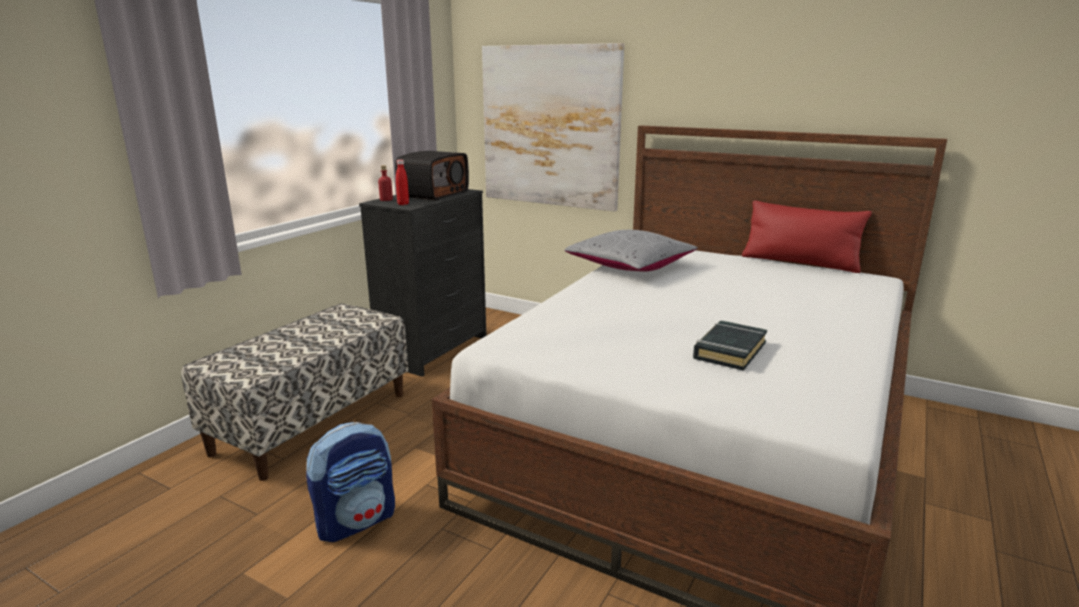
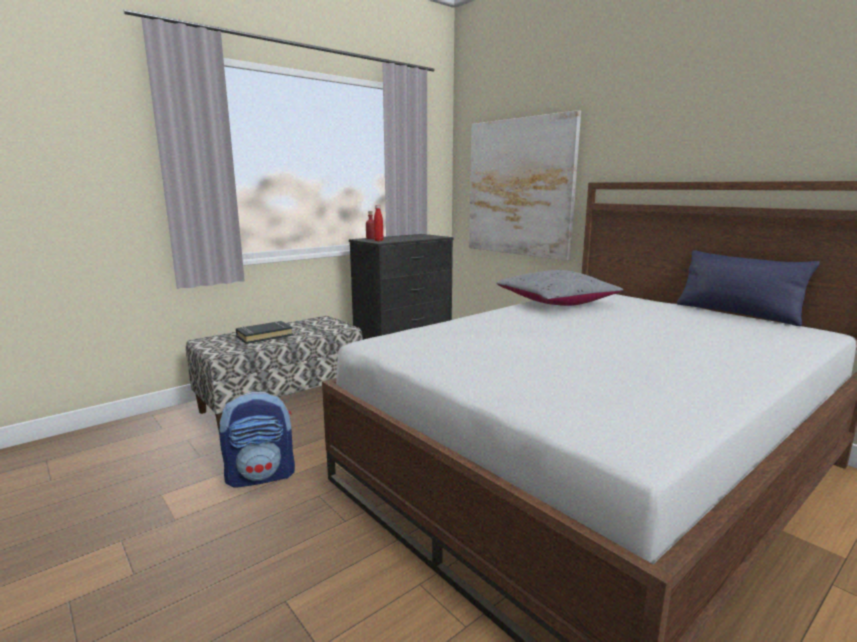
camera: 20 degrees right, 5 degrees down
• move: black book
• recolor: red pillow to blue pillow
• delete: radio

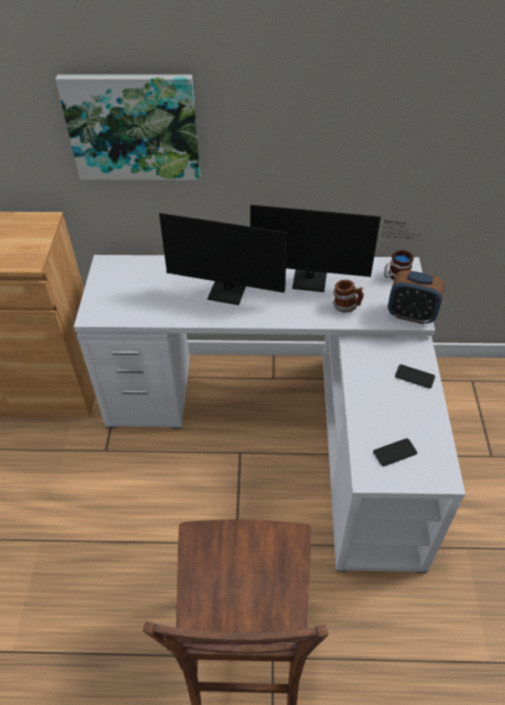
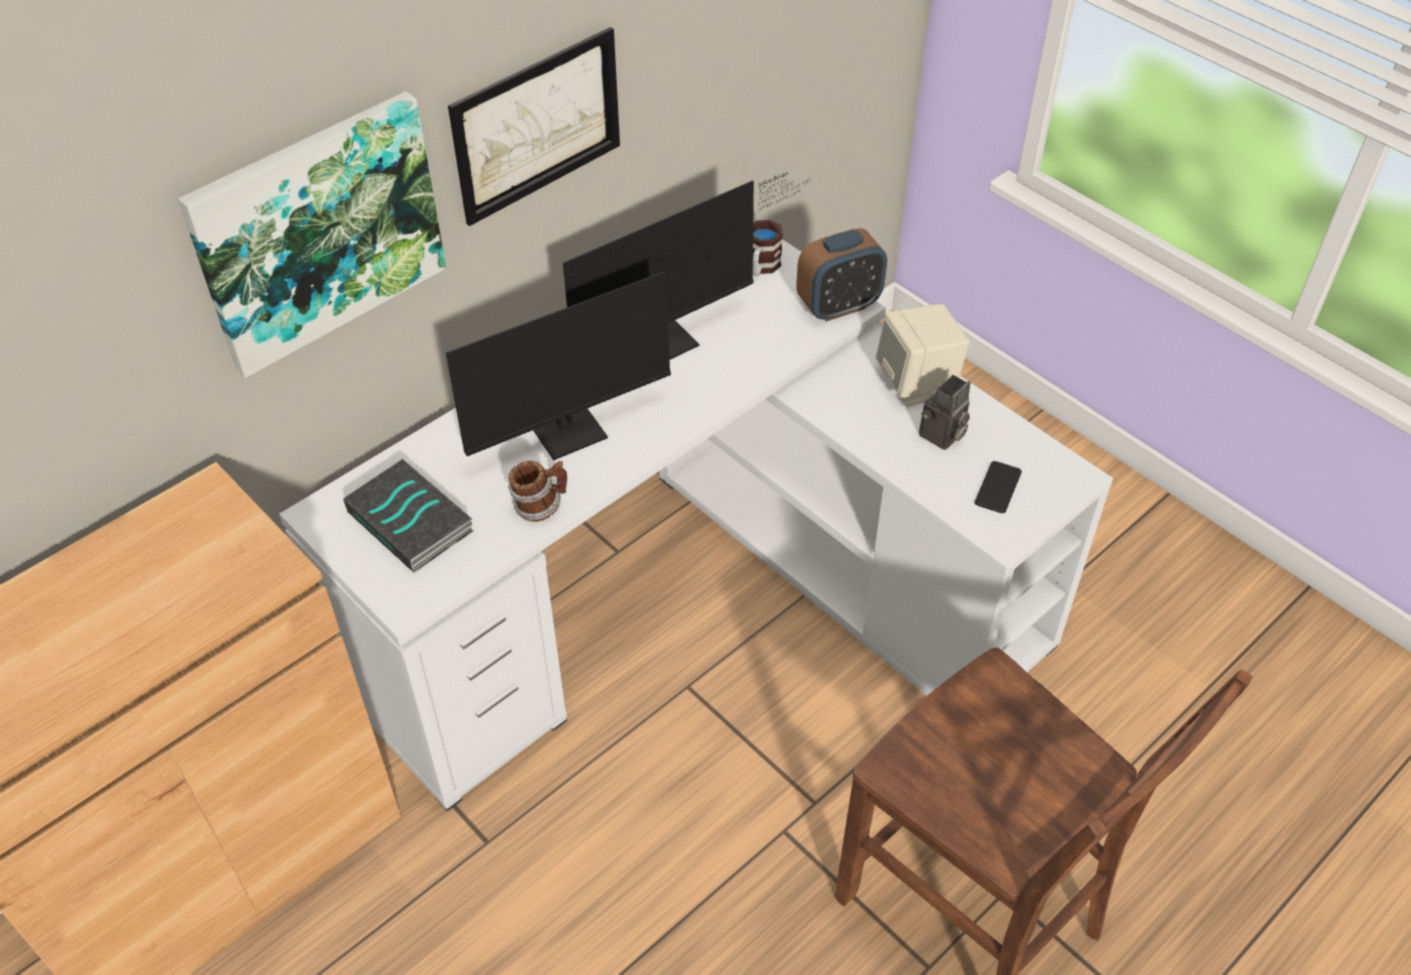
camera: 45 degrees left, 0 degrees up
• insert: book
• insert: picture (2nd from left)
• move: mug (1st from left)
• replace: phone (2nd from left) to beige speaker
• insert: photo camera

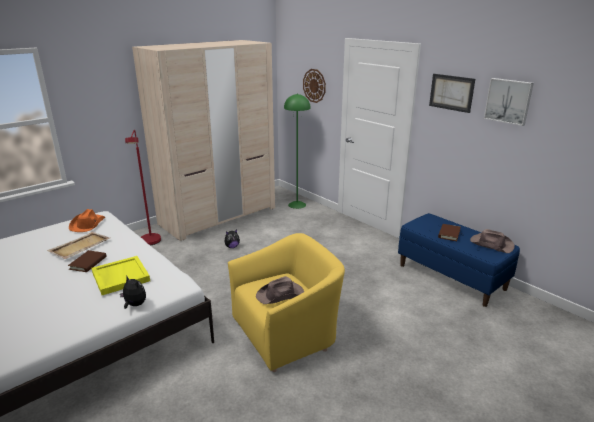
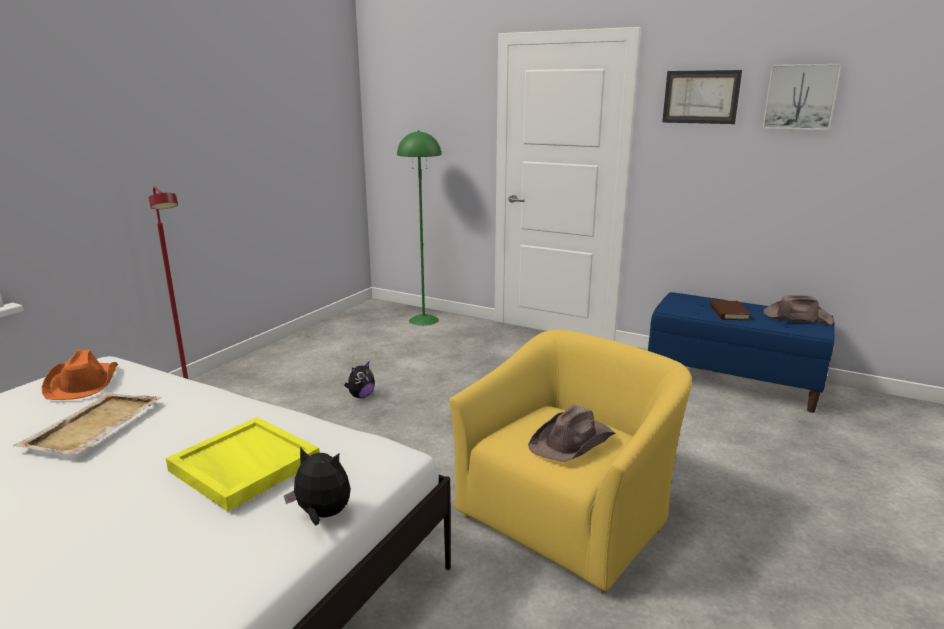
camera: 20 degrees left, 5 degrees down
• delete: brown book (1st from left)
• delete: beige wardrobe
• delete: wall clock

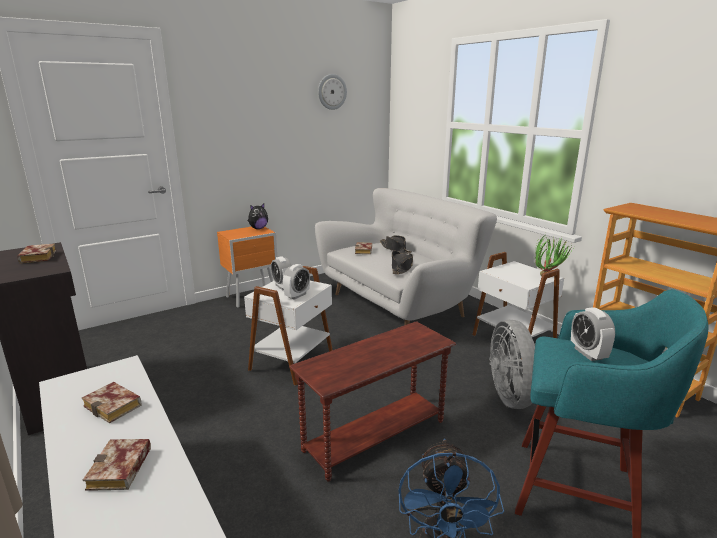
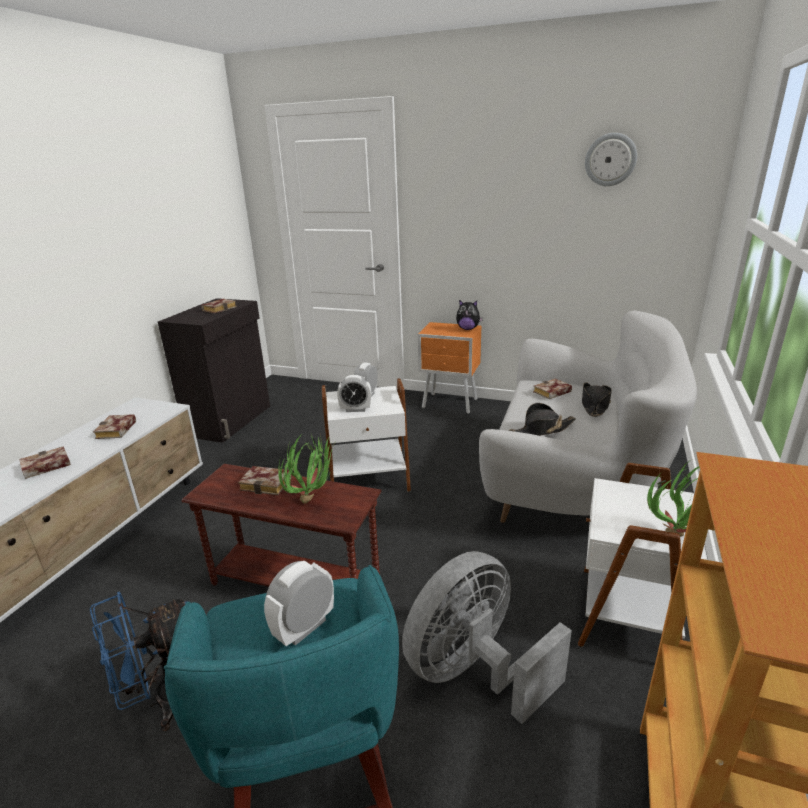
camera: 55 degrees right, 5 degrees up
• insert: book (4th from left)
• insert: potted plant (1st from left)

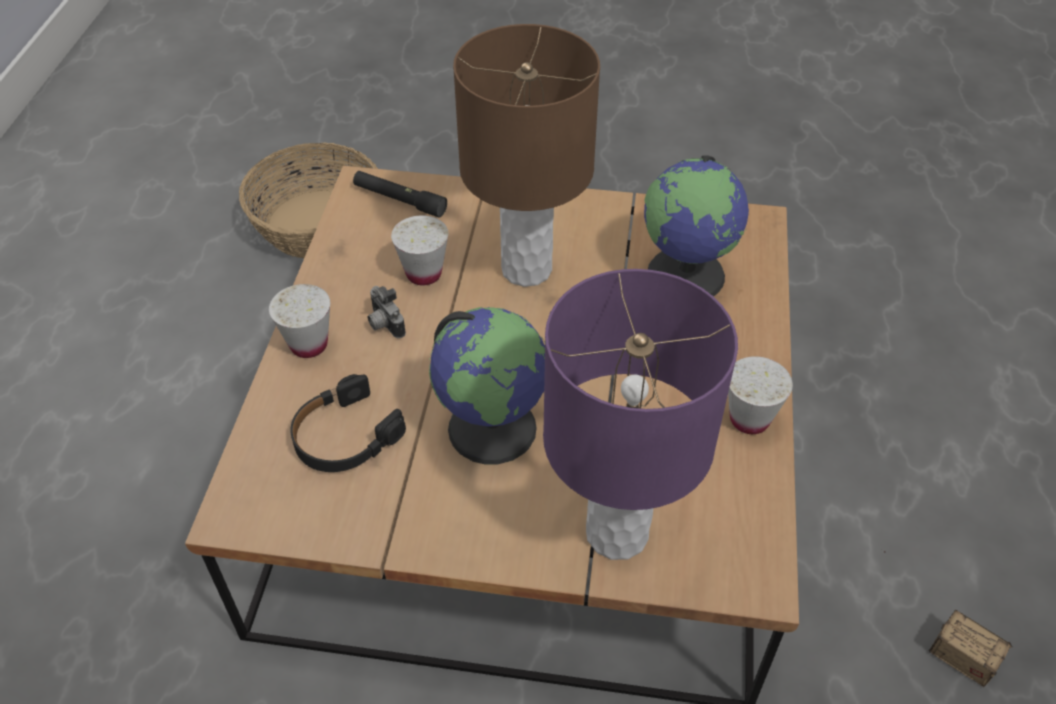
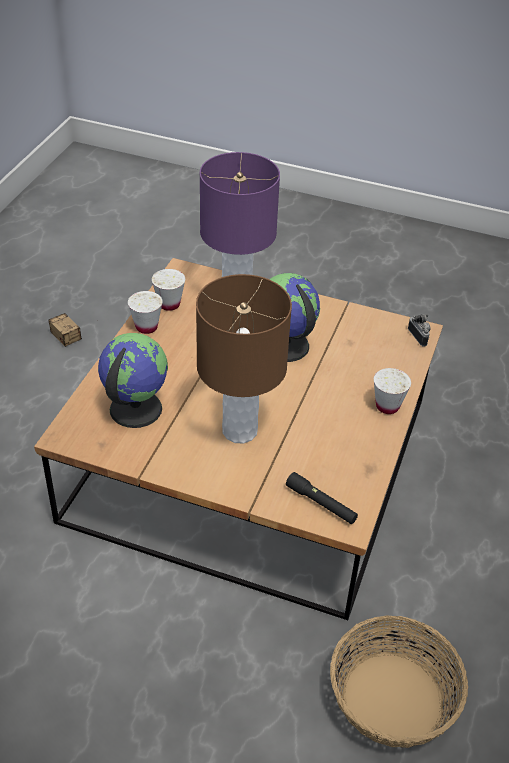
camera: 170 degrees left, 5 degrees down
• move: white cup (2nd from left)
• move: photo camera
• delete: black headphones

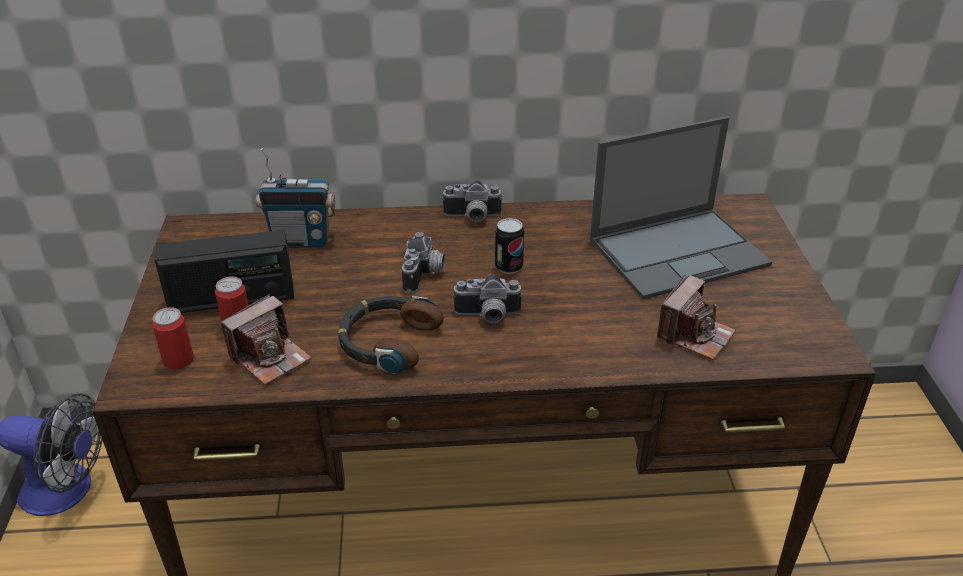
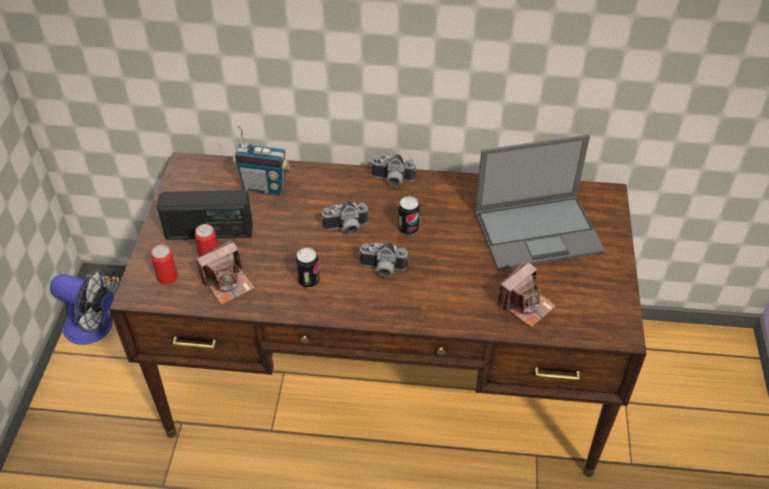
camera: 10 degrees right, 10 degrees up
• replace: headphones to can (3rd from left)
• rotate: photo camera (2nd from left) 60 degrees clockwise

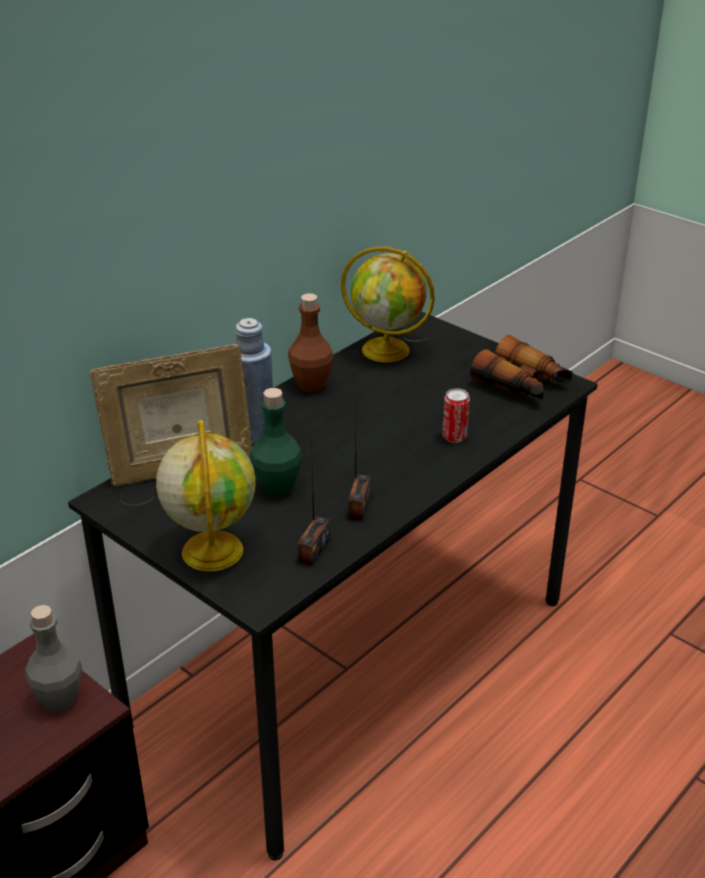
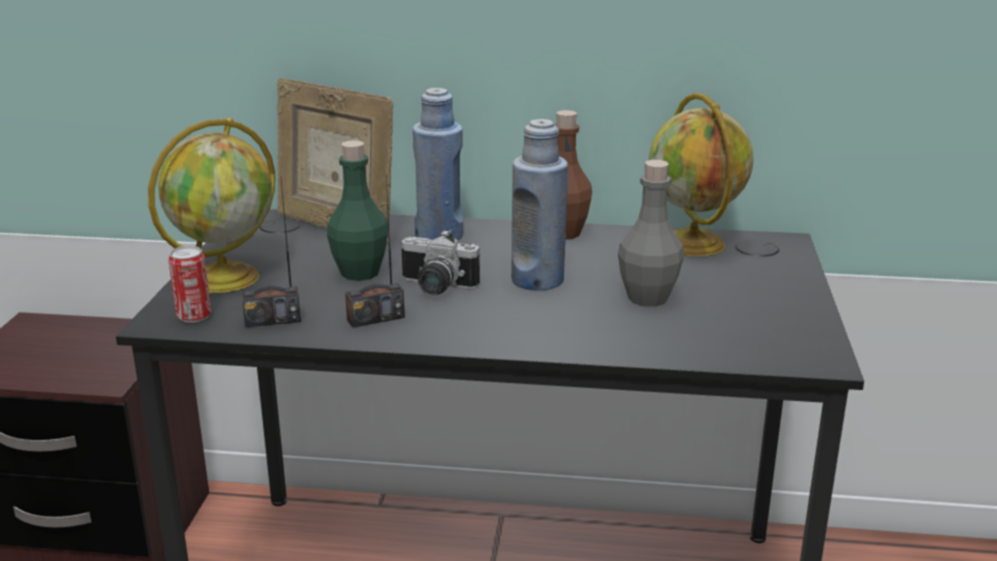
camera: 55 degrees right, 10 degrees down
• move: can
• insert: photo camera
• insert: blue bottle (2nd from left)
• move: grey bottle
• delete: binoculars

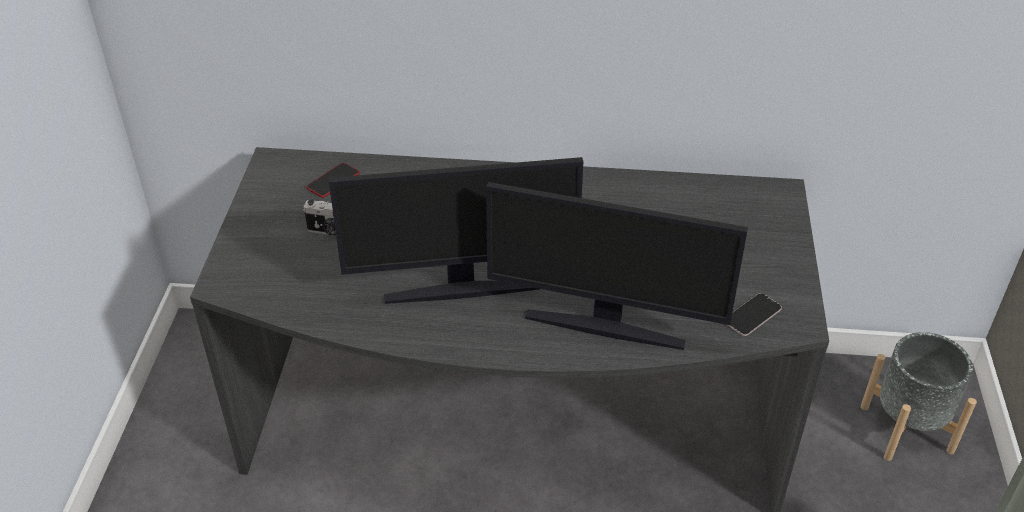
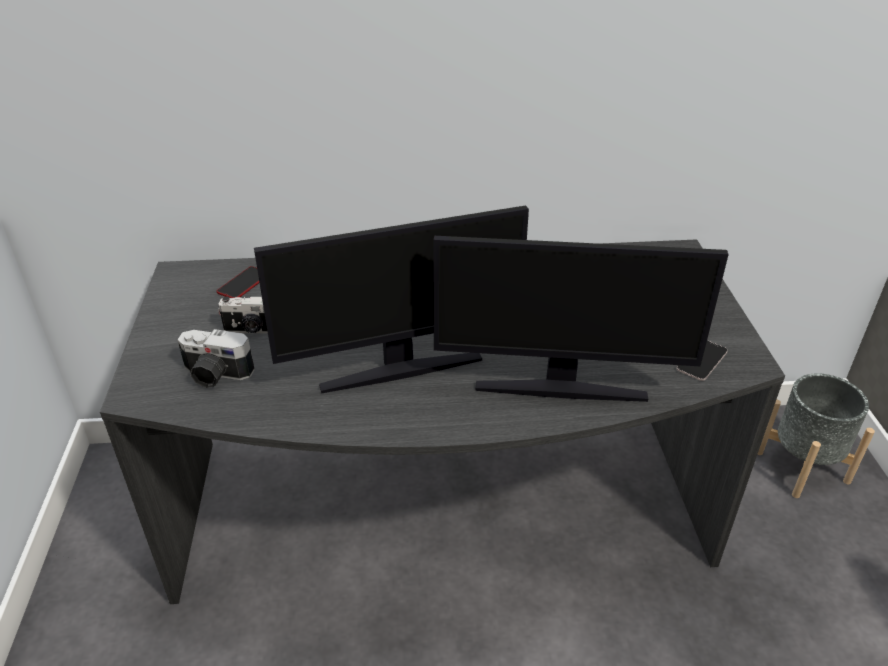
camera: 10 degrees left, 5 degrees down
• insert: photo camera (1st from left)

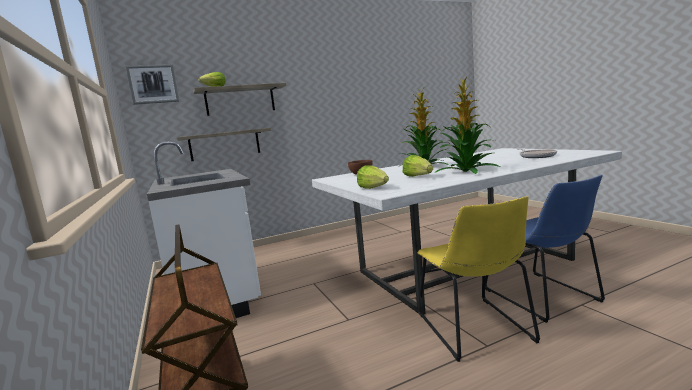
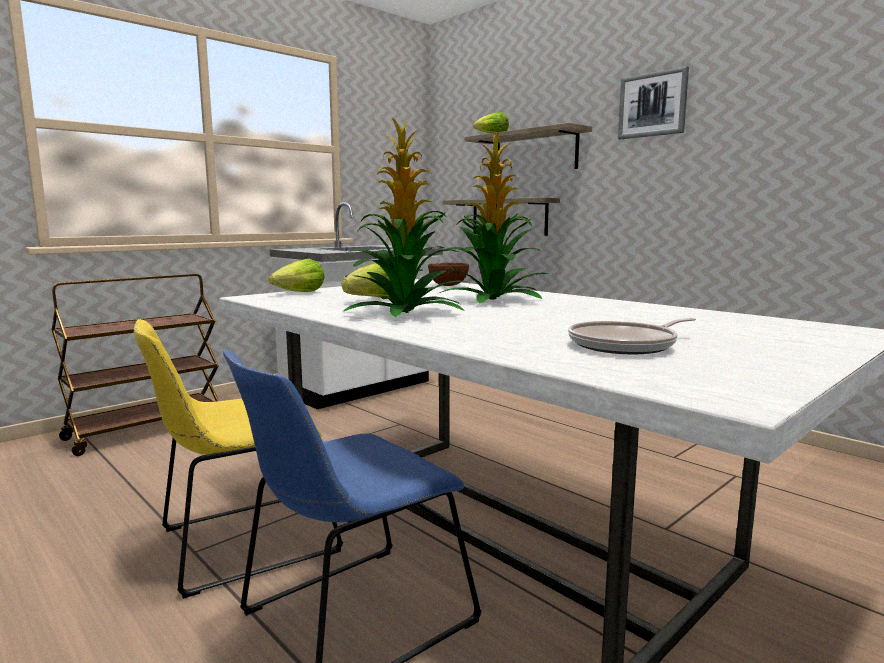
camera: 70 degrees right, 0 degrees up
• move: picture

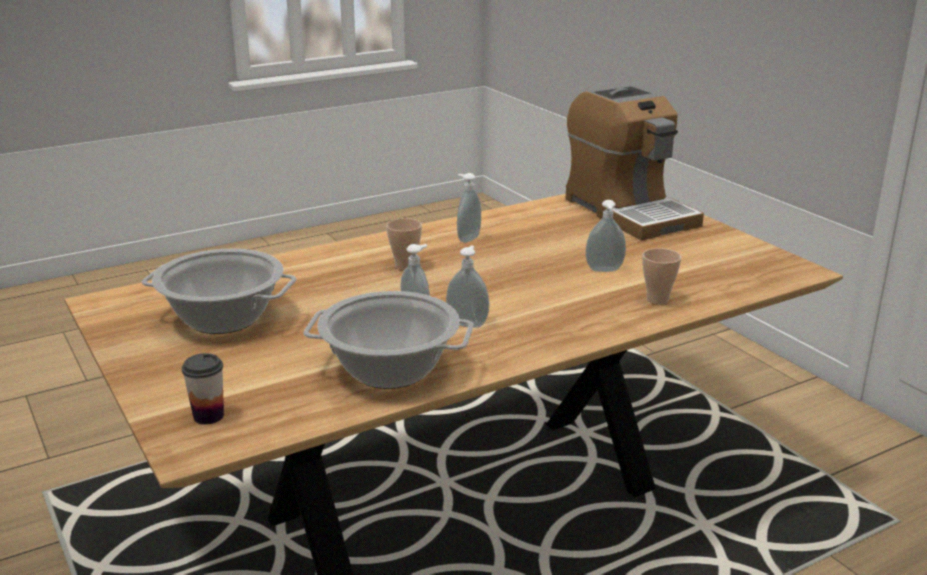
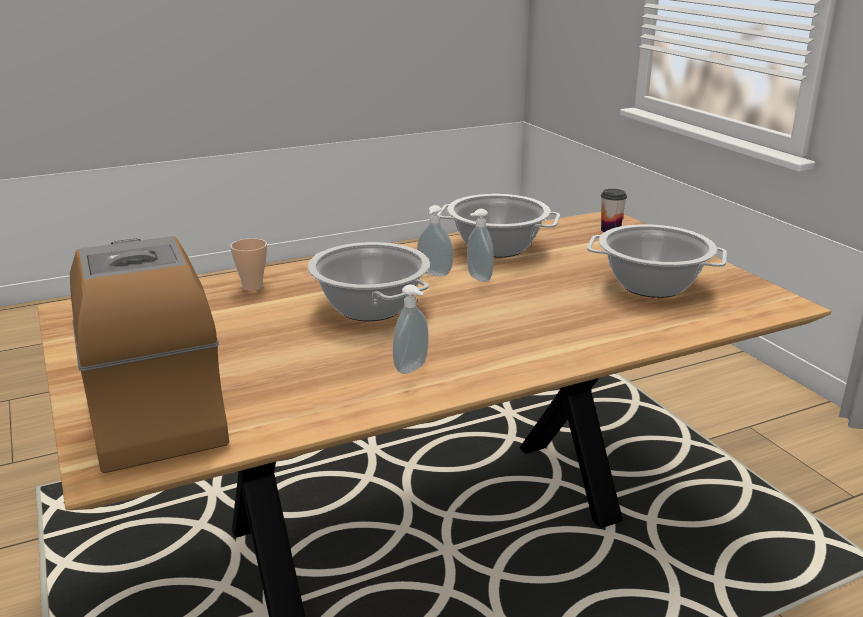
camera: 175 degrees left, 0 degrees up
• insert: cooking pot (1st from left)
• delete: cup (2nd from left)
• delete: soap dispenser (4th from left)

